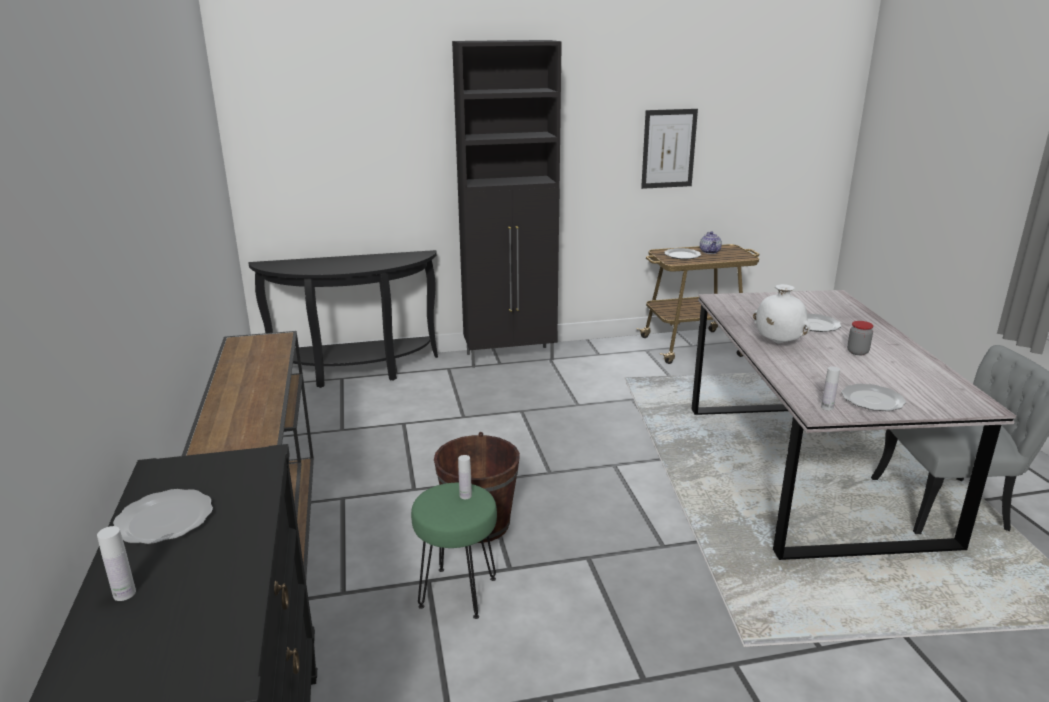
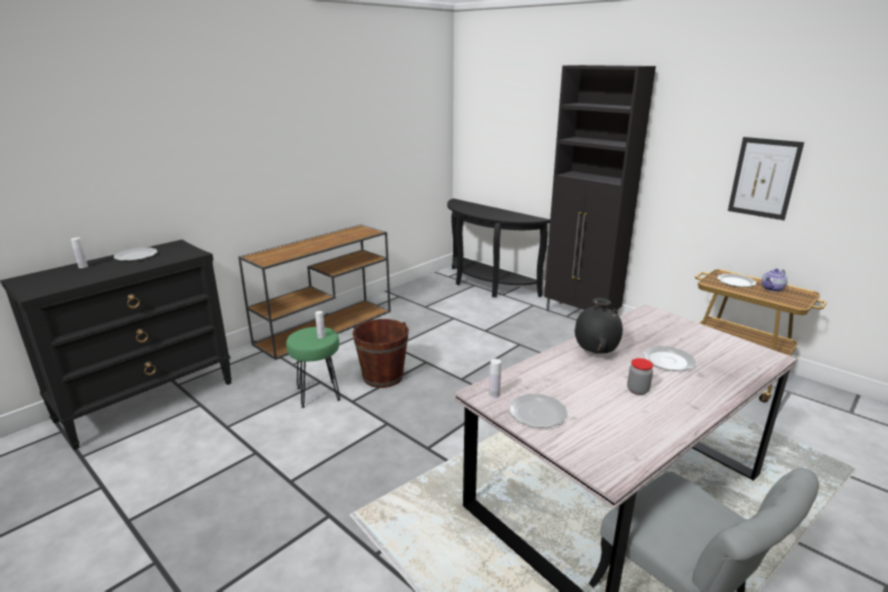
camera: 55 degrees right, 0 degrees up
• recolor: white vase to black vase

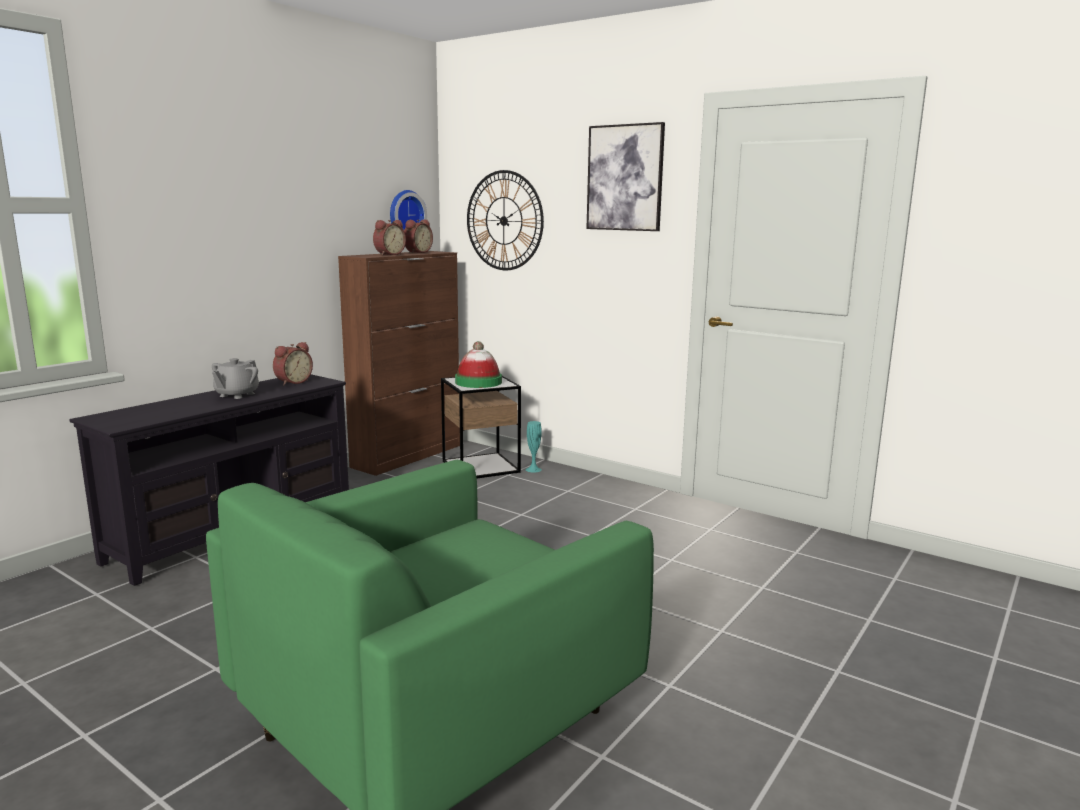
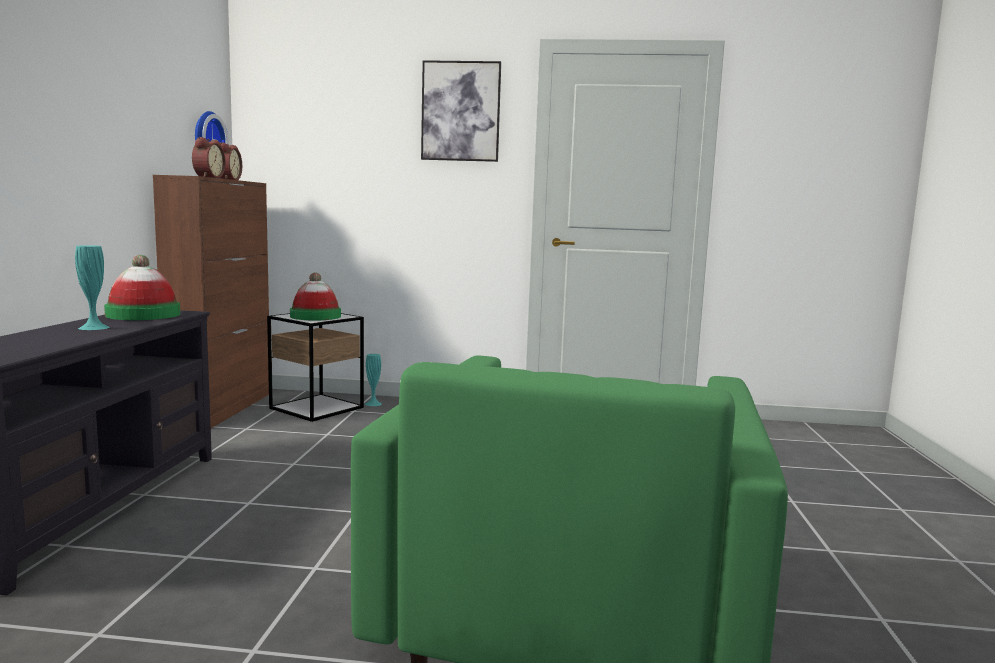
camera: 30 degrees left, 5 degrees down
• replace: grey teapot to turquoise vase (1st from left)
• replace: alarm clock (1st from left) to hat (1st from left)
• delete: wall clock (2nd from left)

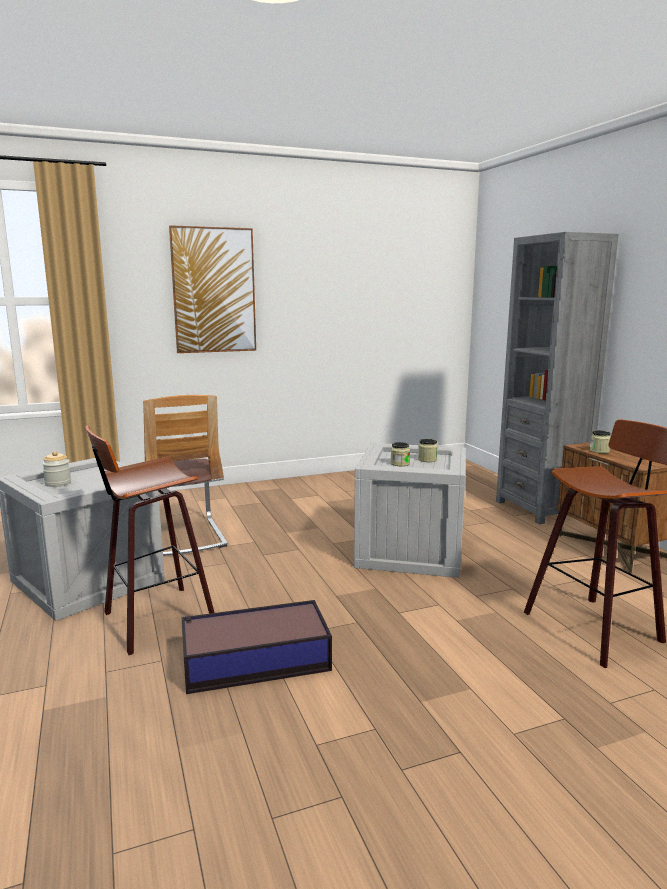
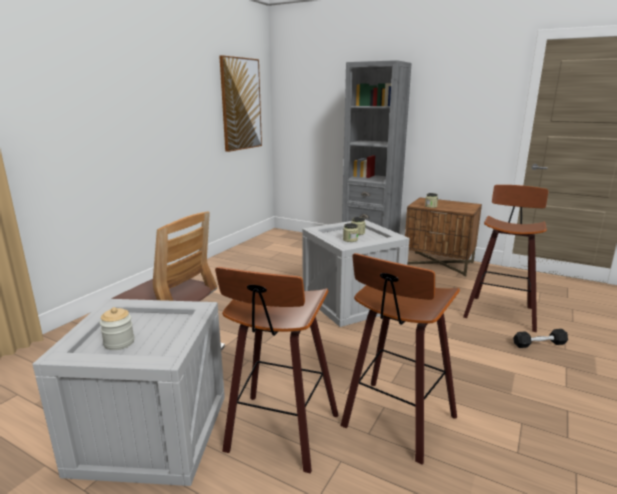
camera: 40 degrees left, 5 degrees up
• move: picture
• replace: storage box to stool (2nd from left)
• insert: black dumbbell

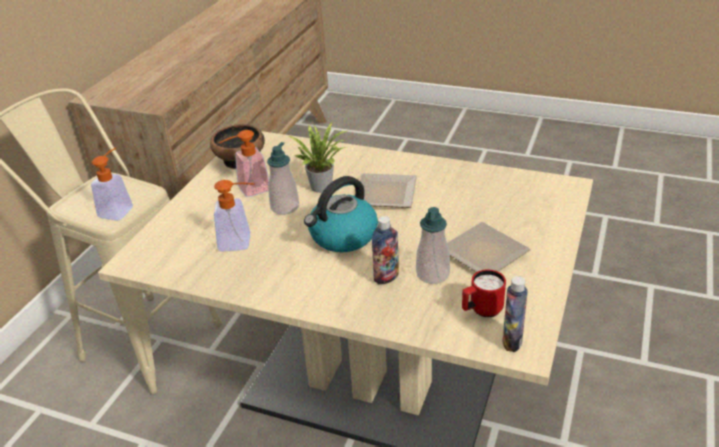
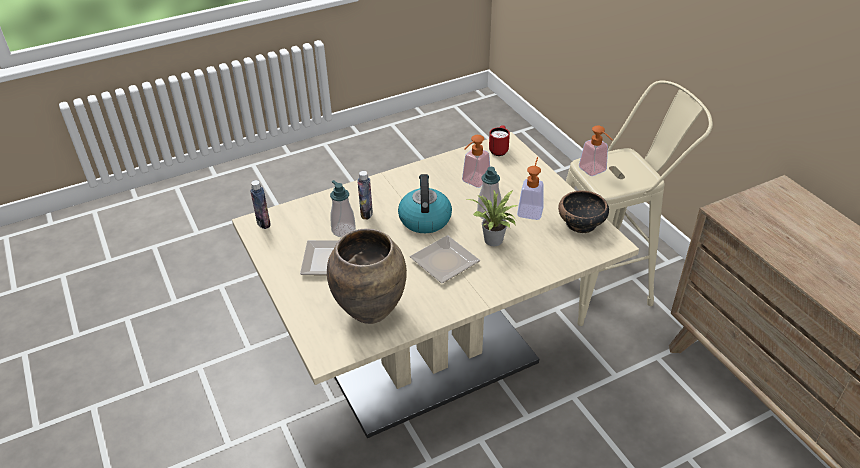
camera: 130 degrees right, 5 degrees up
• insert: brown vase
• move: red mug

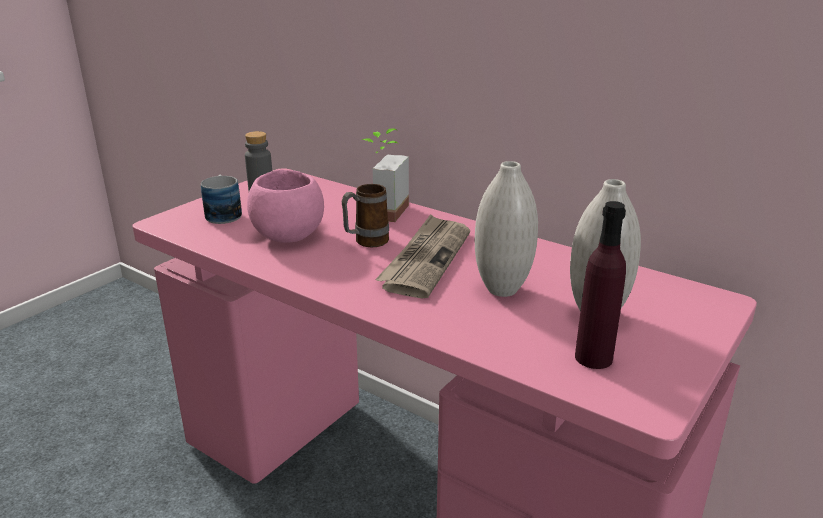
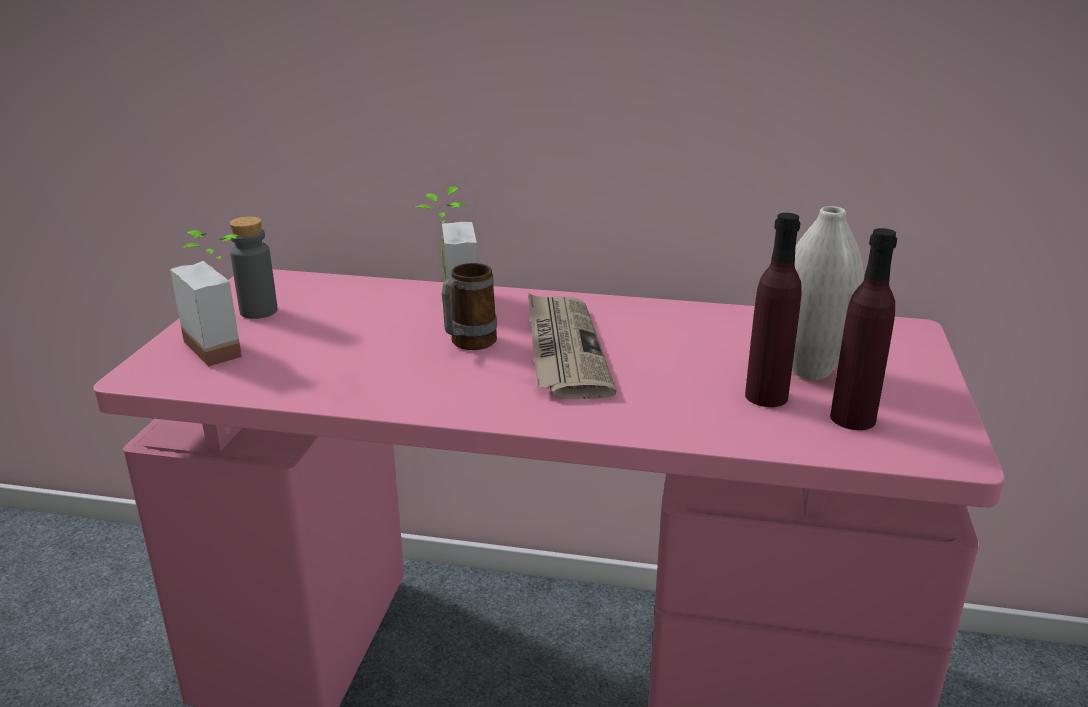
camera: 25 degrees left, 0 degrees up
• replace: mug (1st from left) to potted plant (1st from left)
• insert: purple bottle (1st from left)
• delete: pink bowl
• delete: white vase (1st from left)

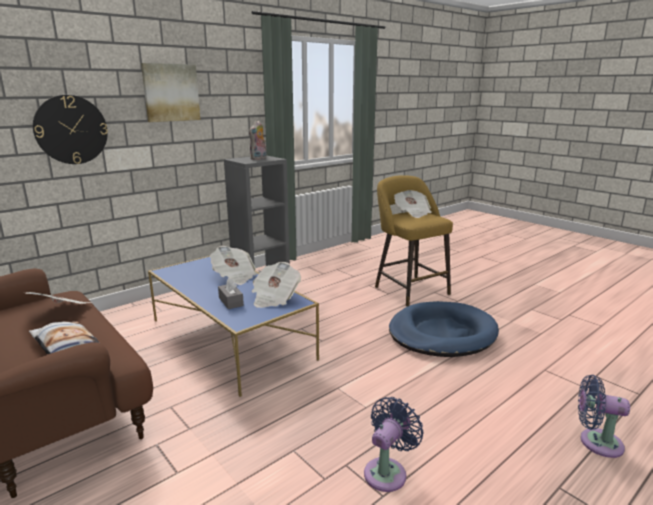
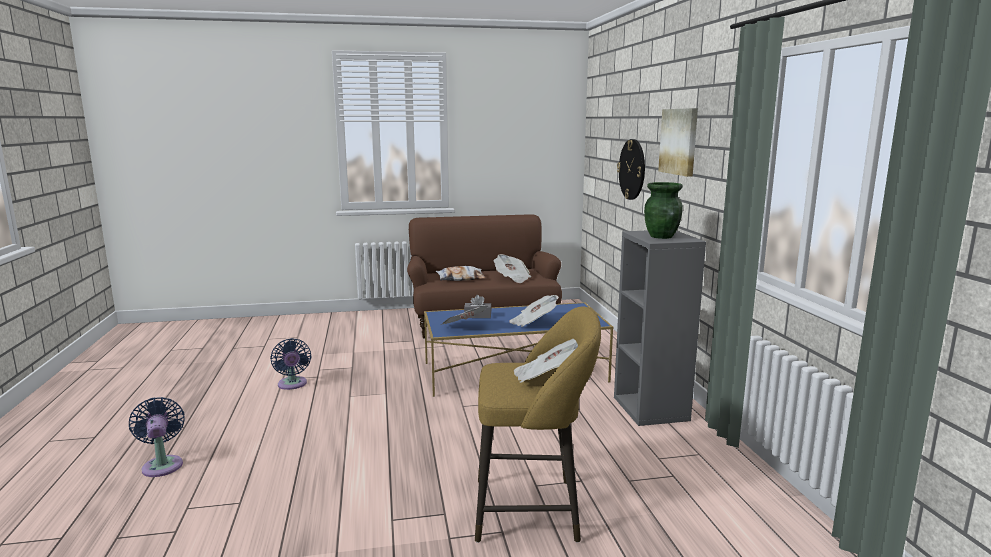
camera: 120 degrees right, 5 degrees down
• rotate: blue fan (2nd from left in the first image) 75 degrees counterclockwise
• replace: plush toy to green vase
• delete: blue dog bed

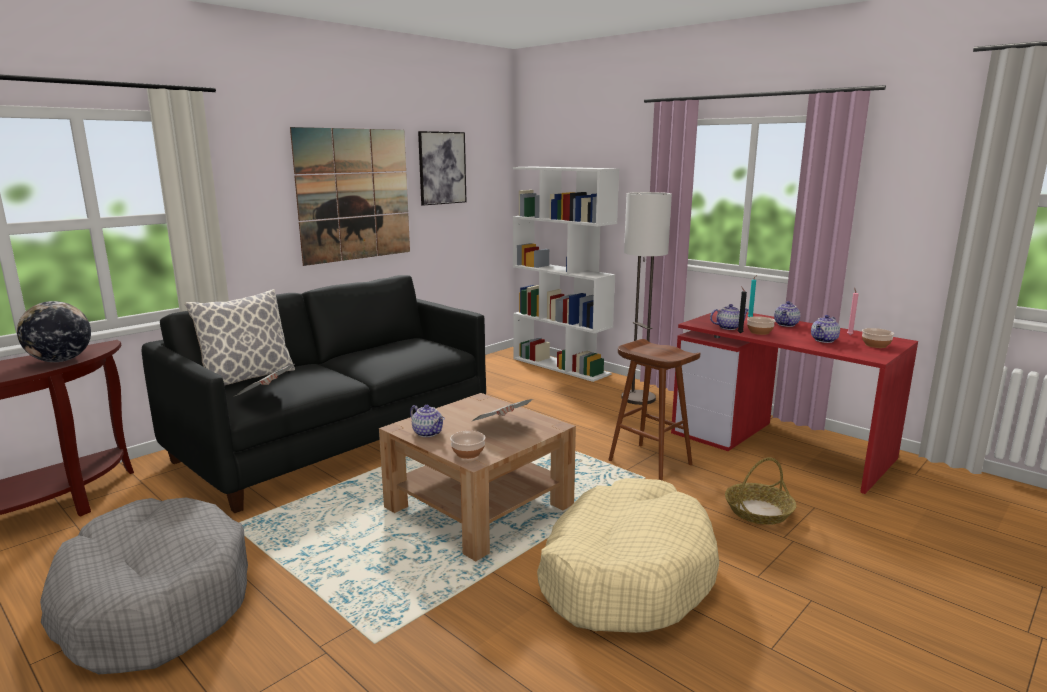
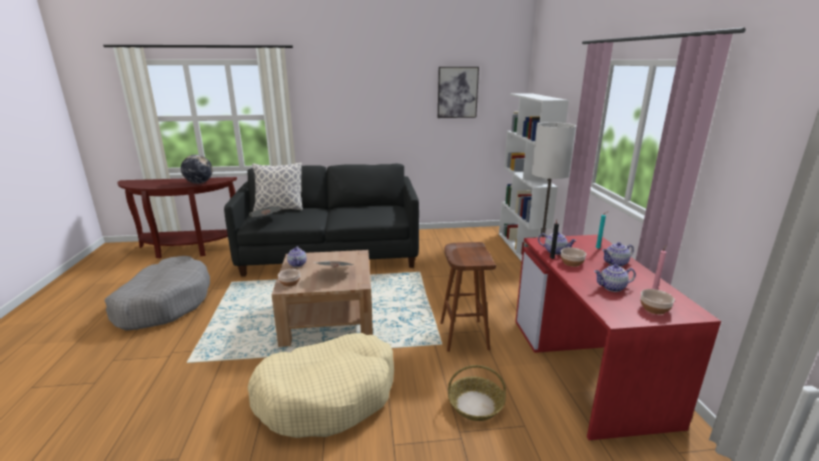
camera: 40 degrees right, 5 degrees up
• delete: picture (1st from left)

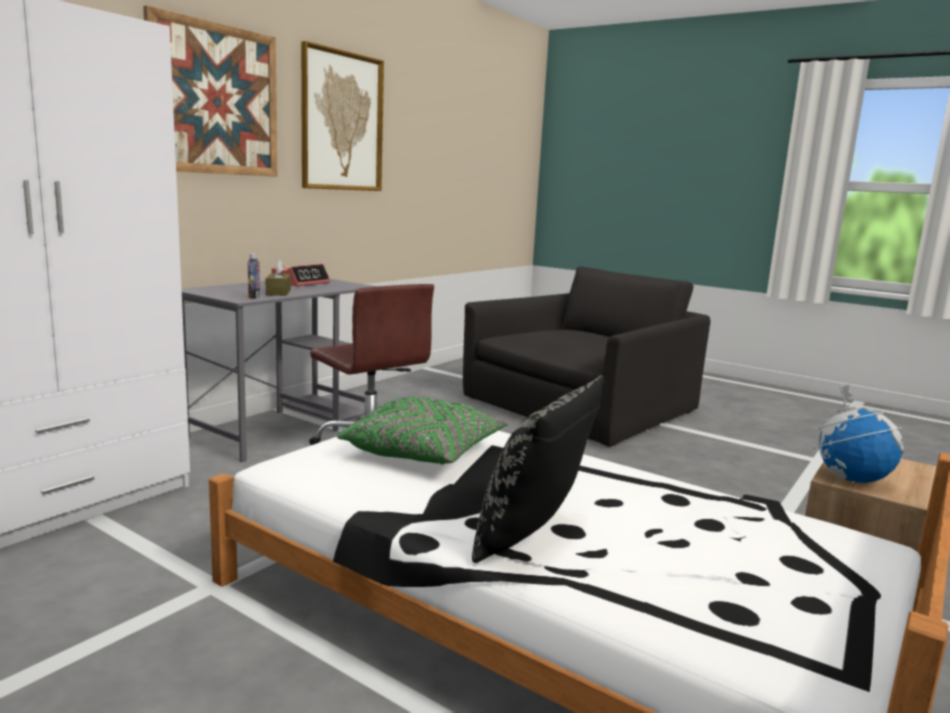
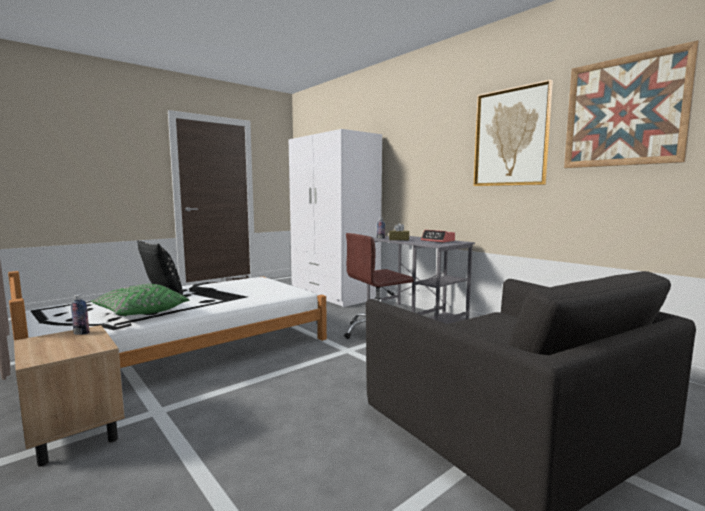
camera: 105 degrees right, 5 degrees down
• replace: globe to bottle (1st from left)
• move: green pillow
• move: picture (1st from left in the first image) to picture (2nd from left)

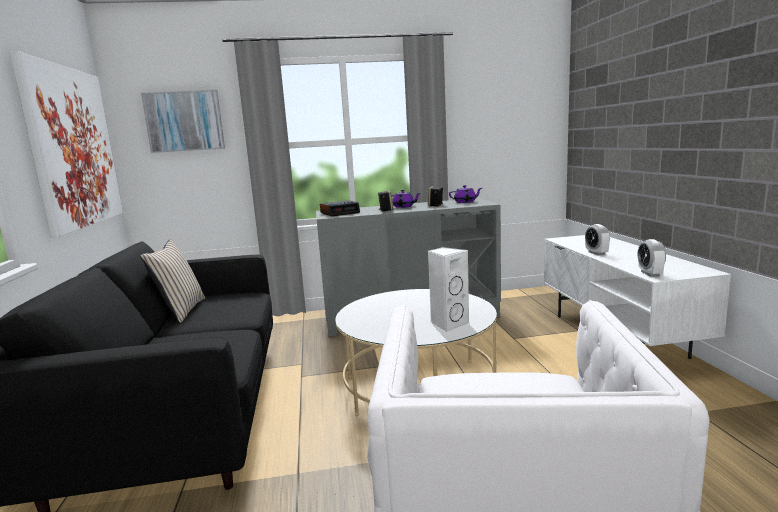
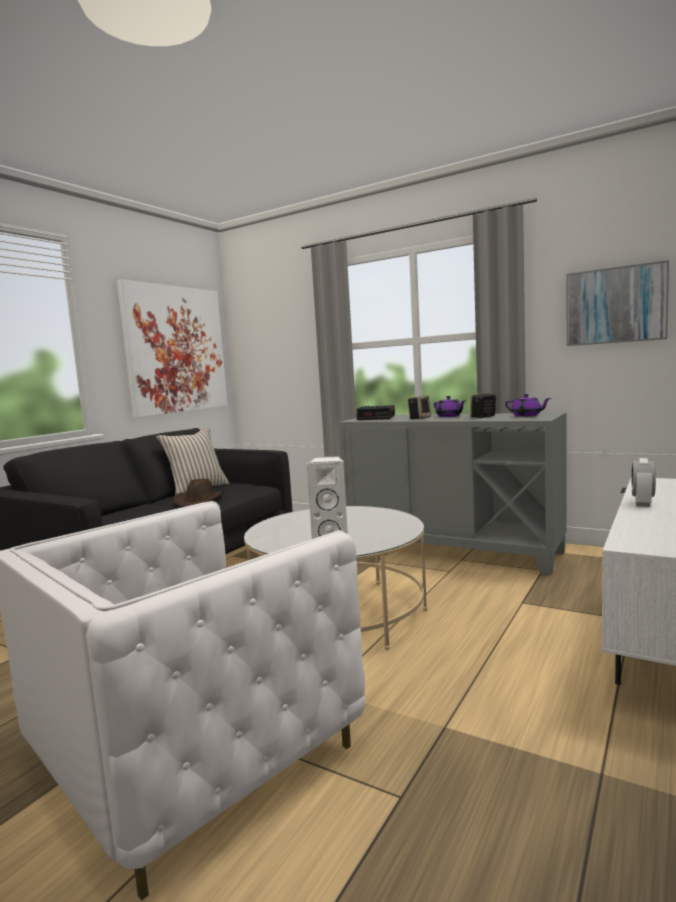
camera: 40 degrees right, 5 degrees down
• insert: brown hat
• move: picture (2nd from left)
• delete: alarm clock (3rd from left)

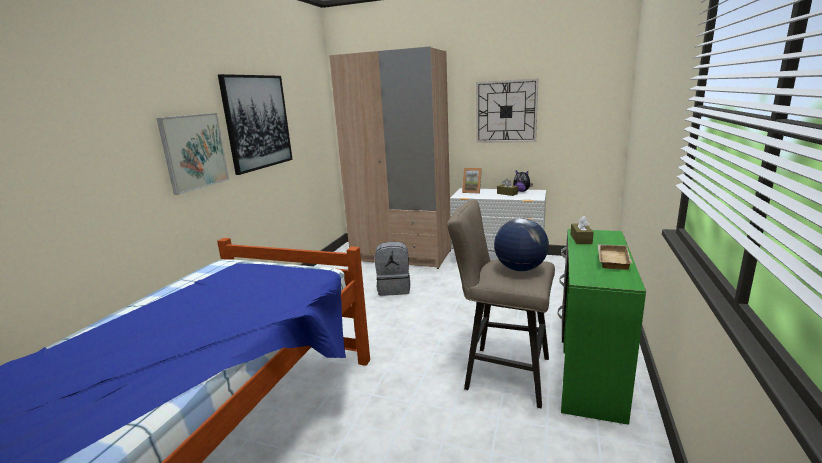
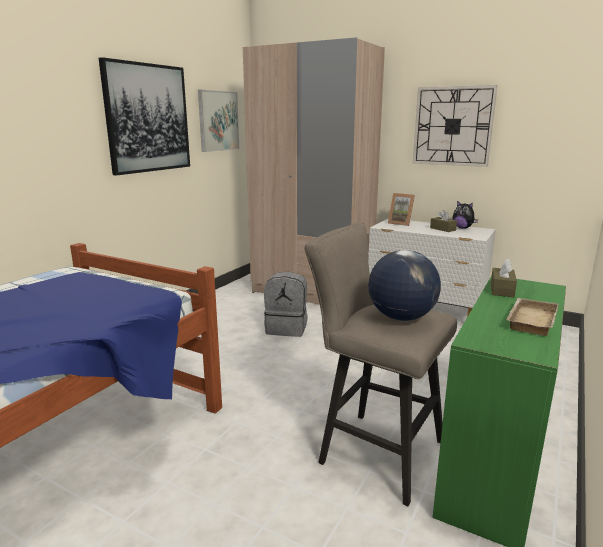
camera: 10 degrees right, 0 degrees up
• move: picture (1st from left in the first image) to picture (2nd from left)

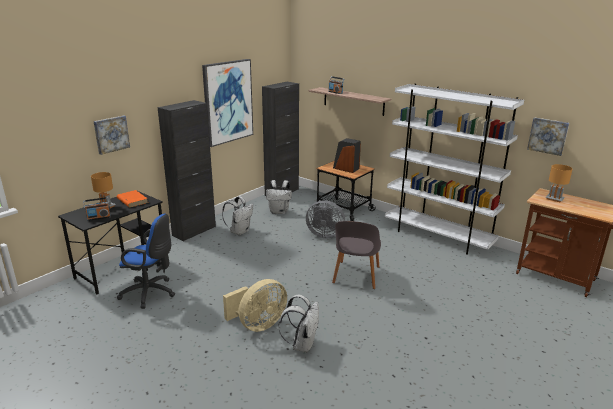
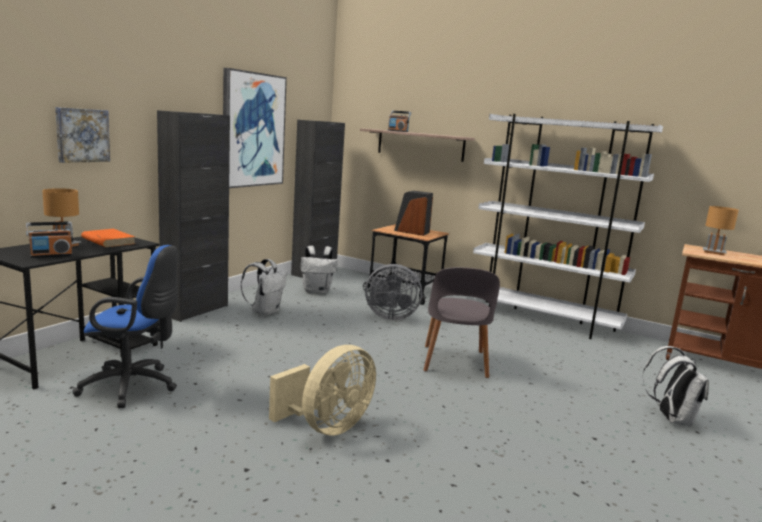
camera: 10 degrees left, 10 degrees down
• move: white backpack (3rd from left)
• delete: picture (3rd from left)

